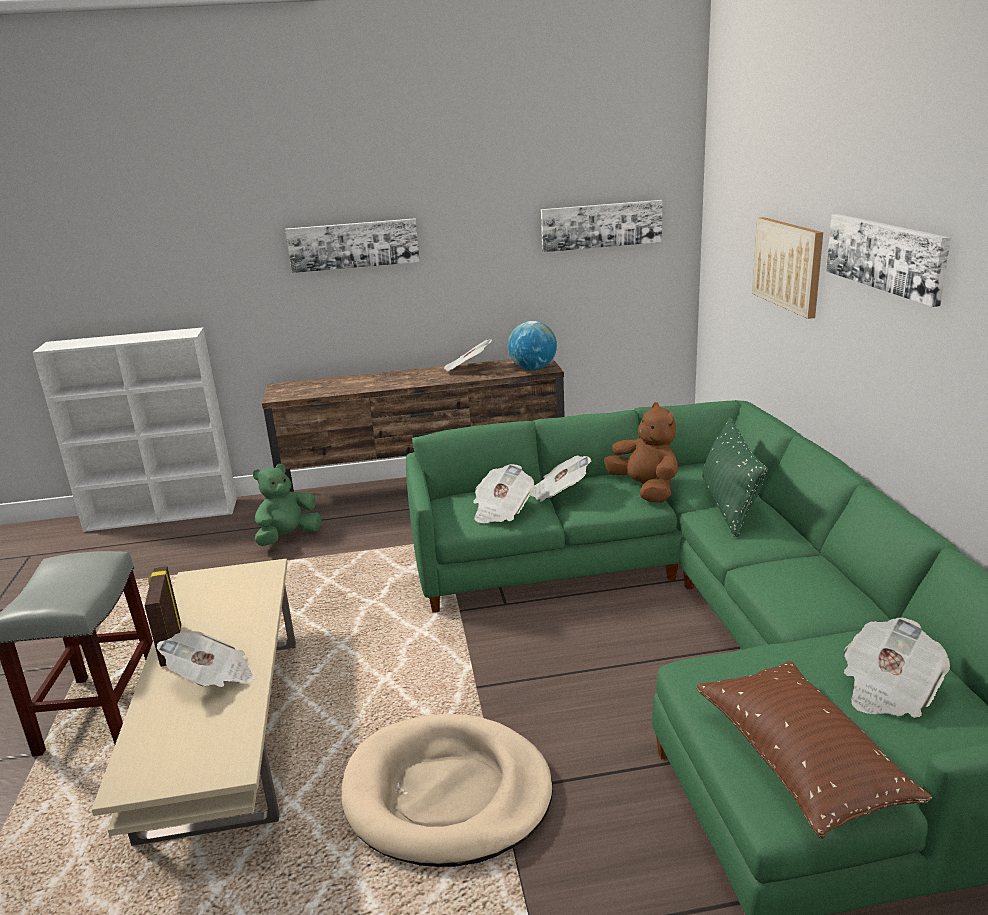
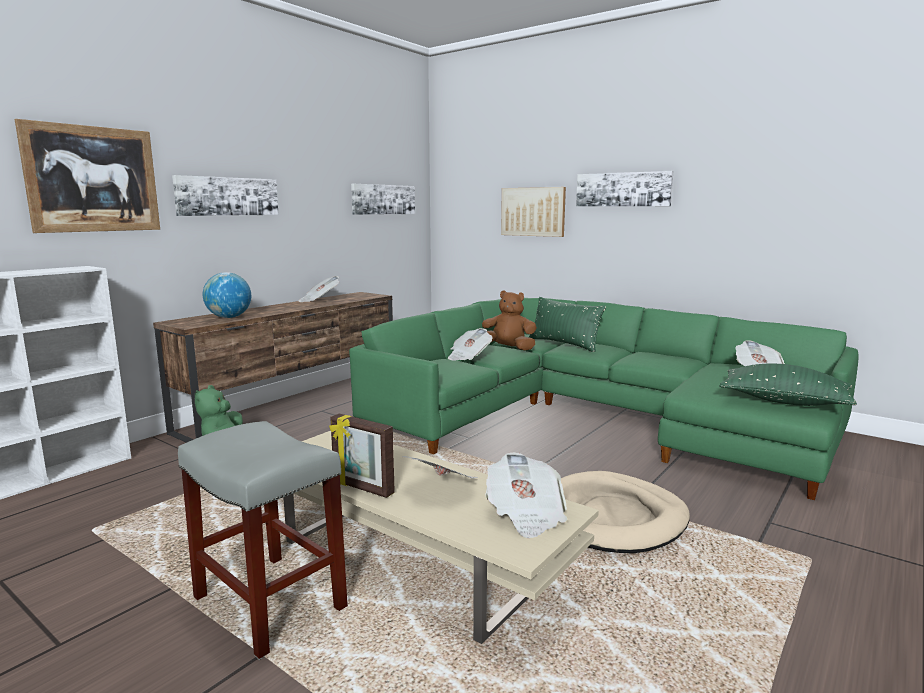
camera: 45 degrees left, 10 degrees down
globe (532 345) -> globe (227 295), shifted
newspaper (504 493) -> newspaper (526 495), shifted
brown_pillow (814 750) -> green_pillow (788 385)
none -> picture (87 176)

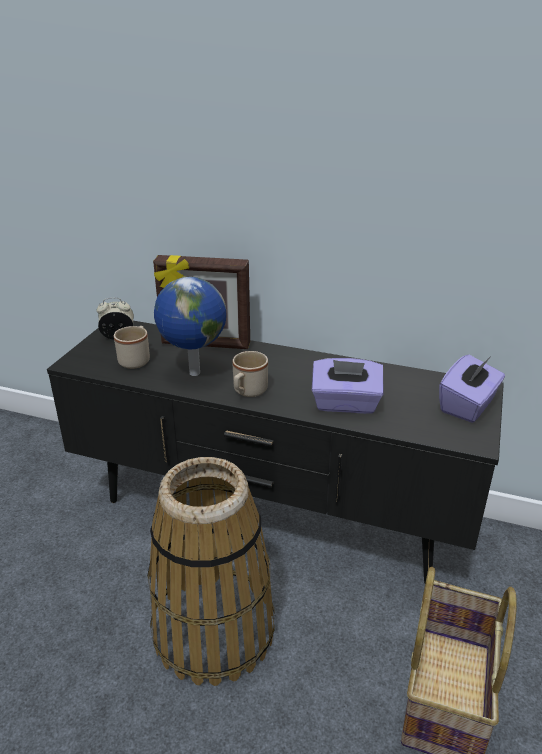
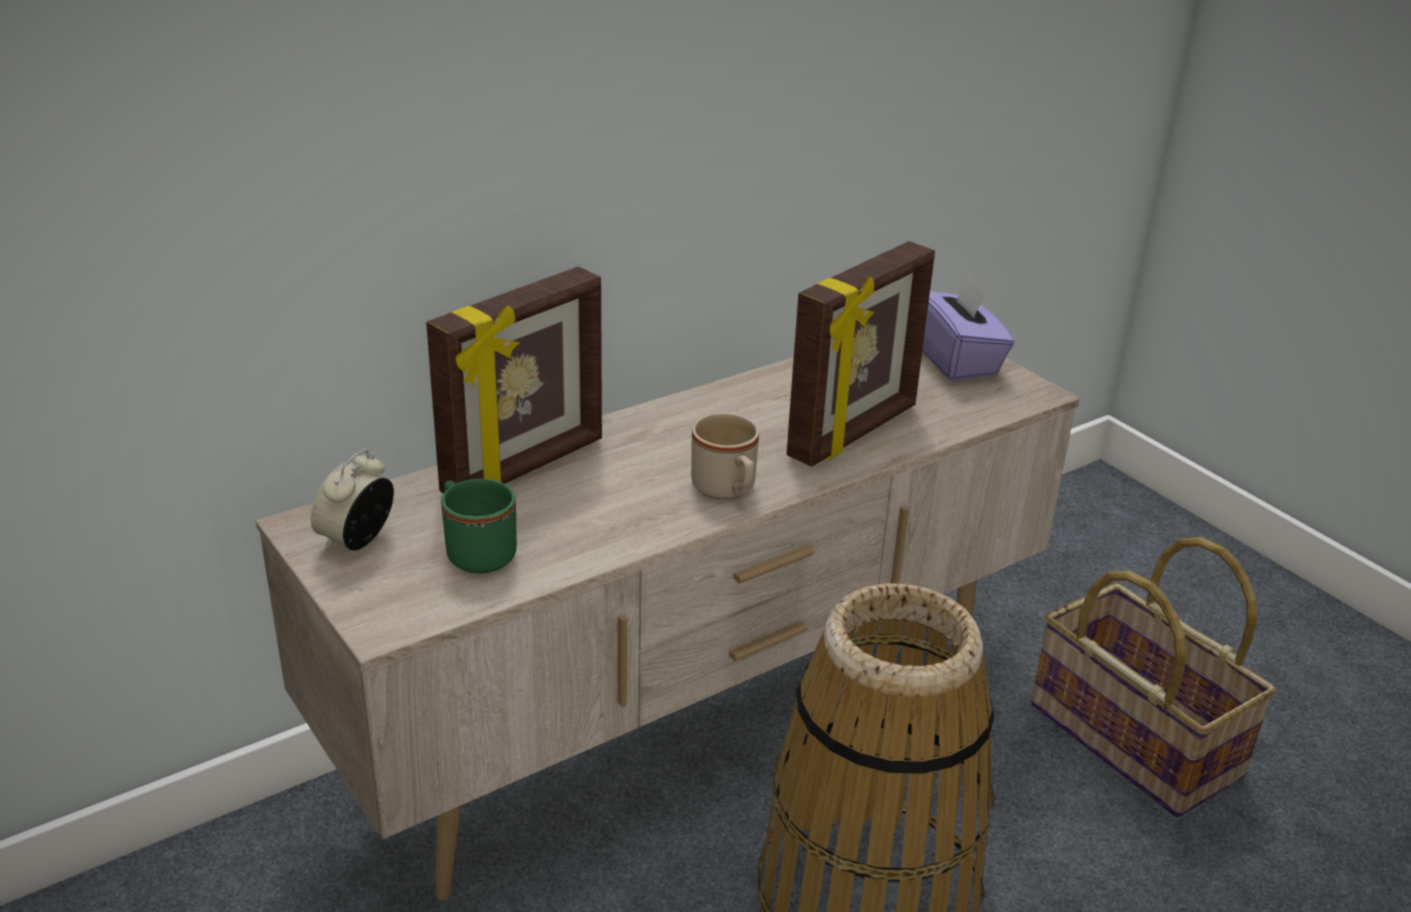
camera: 55 degrees left, 0 degrees up
globe (190 326) -> none
black_tv_stand (275 452) -> beige_tv_stand (668 626)
beige_mug (132 347) -> green_mug (479 526)
purple_tissue_box (348 386) -> picture_frame (860 354)

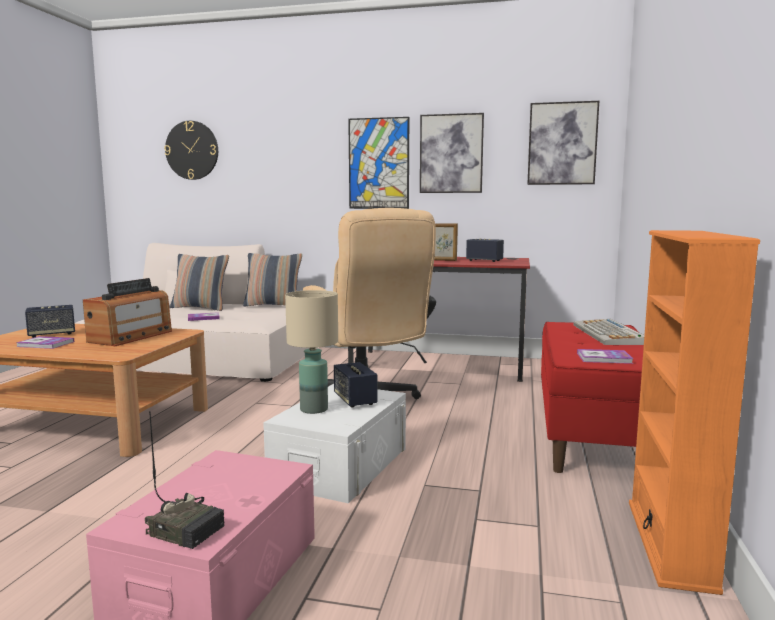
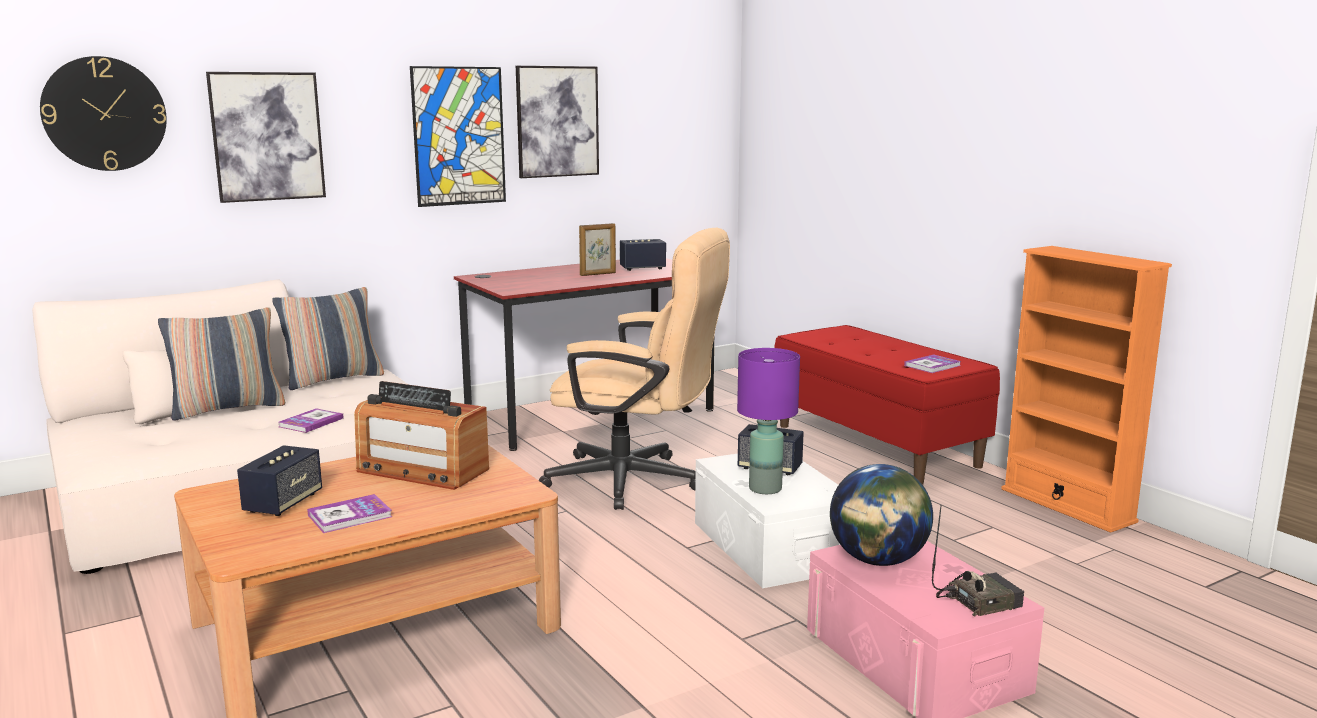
camera: 45 degrees left, 5 degrees up
picture (563 143) -> picture (266 137), shifted
radio (127 312) -> radio (421 435), 135 degrees clockwise
beige_table_lamp (311 352) -> purple_table_lamp (768 421)
keyboard (609 332) -> none
none -> globe (881 515)

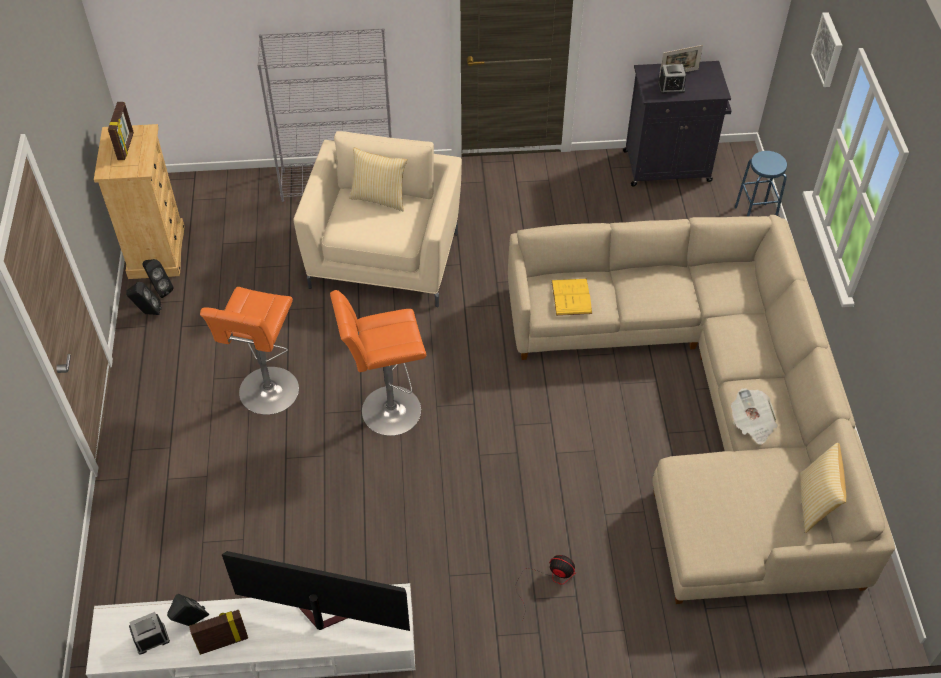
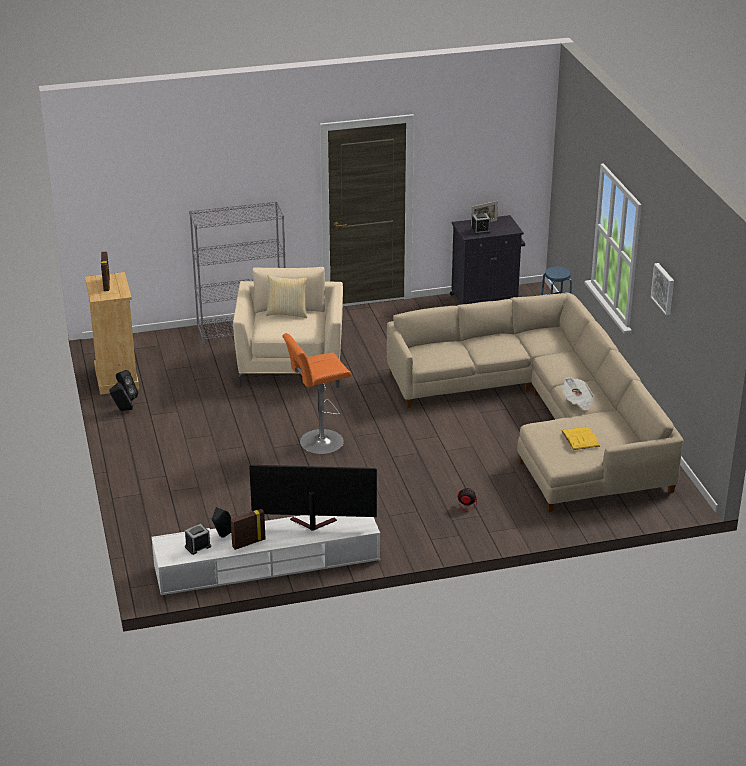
camera: 10 degrees left, 20 degrees down
picture (826 49) -> picture (662 289), shifted
yellow_book (571 297) -> yellow_book (581 438), shifted
orange_stool (249 351) -> none
pillow (823 488) -> none

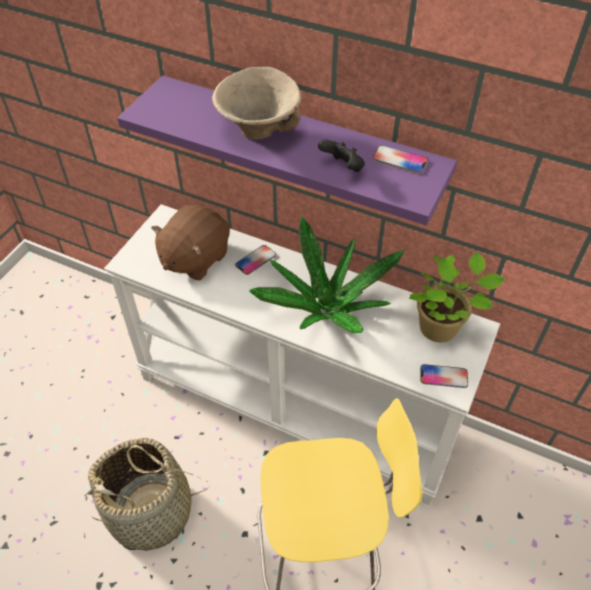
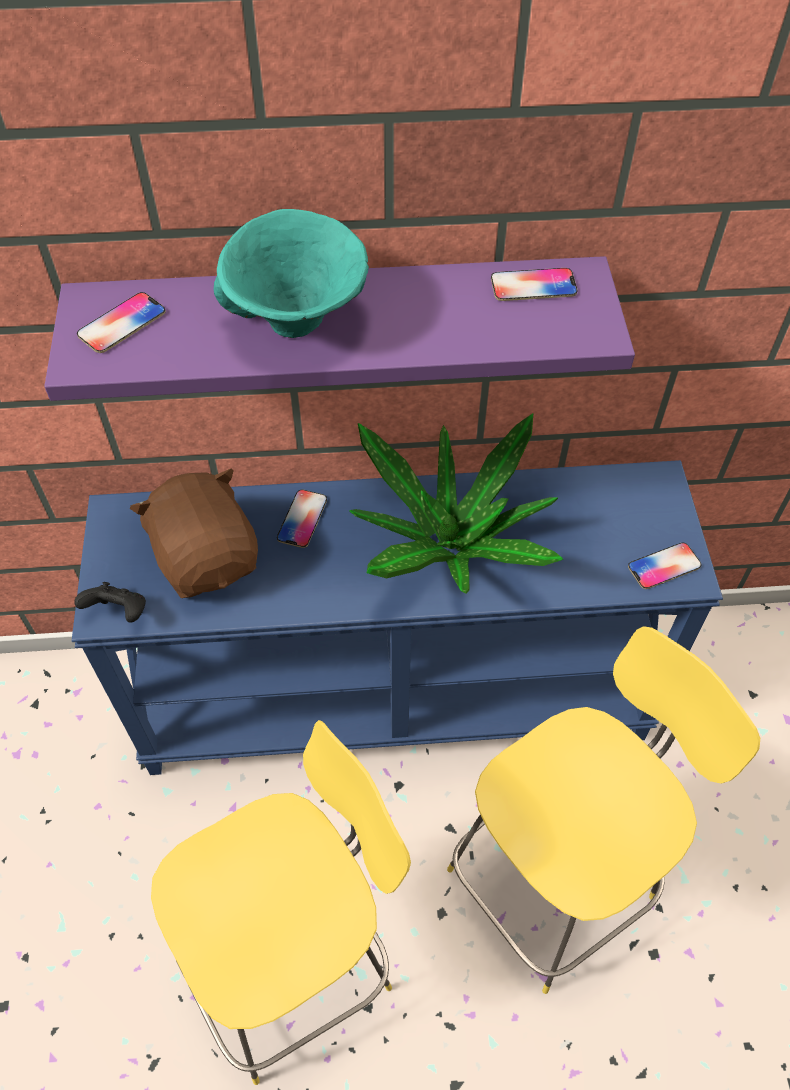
camera: 30 degrees left, 5 degrees up
beige_bowl (257 103) -> turquoise_bowl (291 273)
black_game_controller (341 156) -> black_game_controller (110 602), shifted
white_console_table (302 354) -> blue_console_table (397 617)
brown_plush_toy (190 242) -> brown_plush_toy (194 533), 150 degrees clockwise
potted_plant (457 297) -> none
basket (147 494) -> yellow_stool (281 902)
none -> phone (121 322)

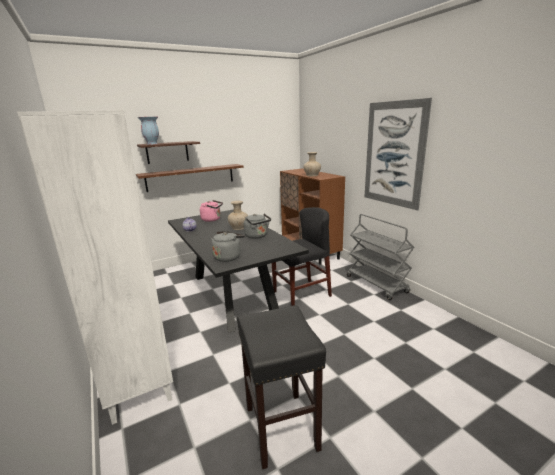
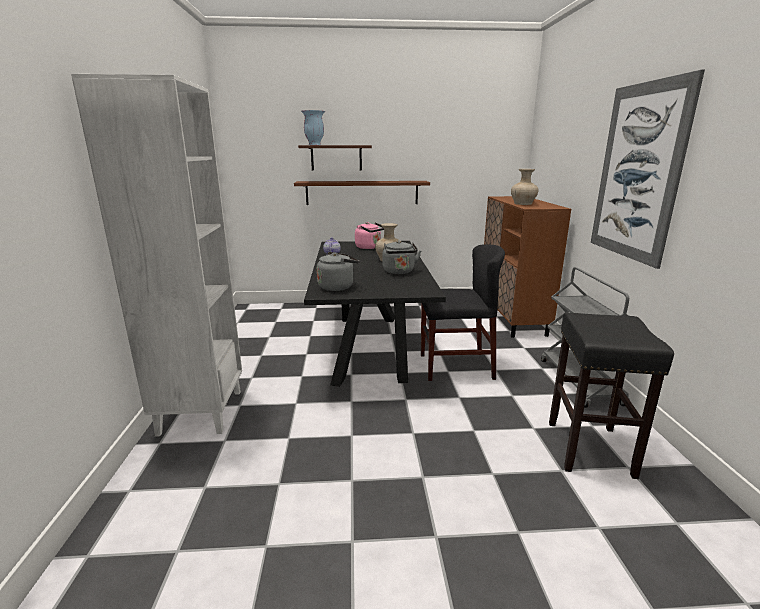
camera: 25 degrees right, 0 degrees up
black_stool (281 387) -> black_stool (611 396), shifted

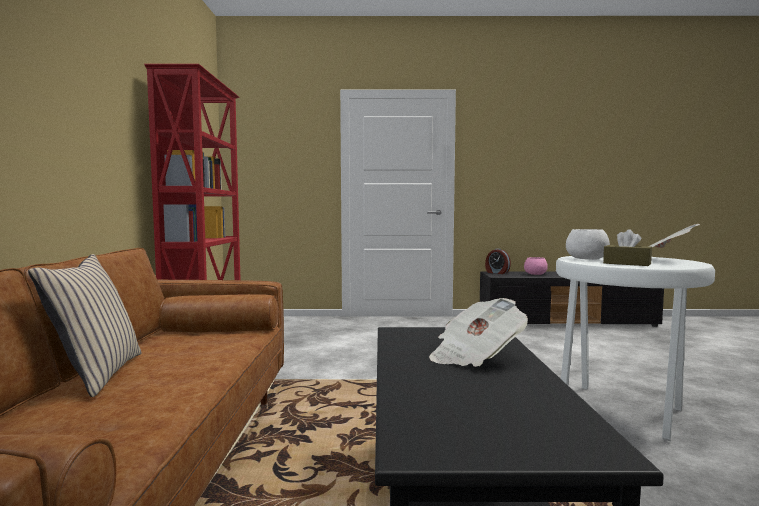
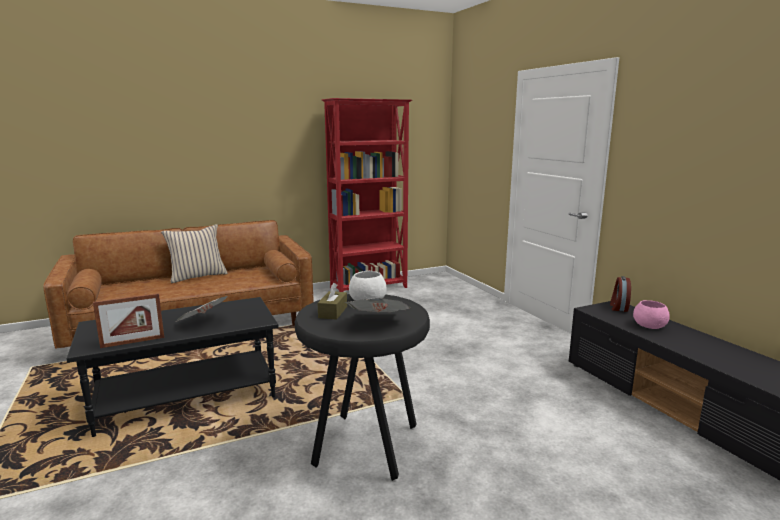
camera: 65 degrees right, 10 degrees up
white_stool (635 348) -> black_stool (362 387)
none -> picture_frame (128 320)

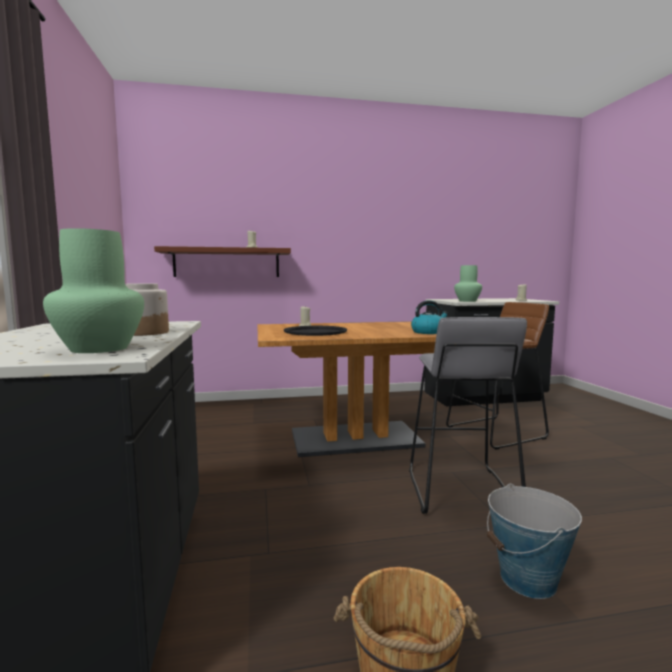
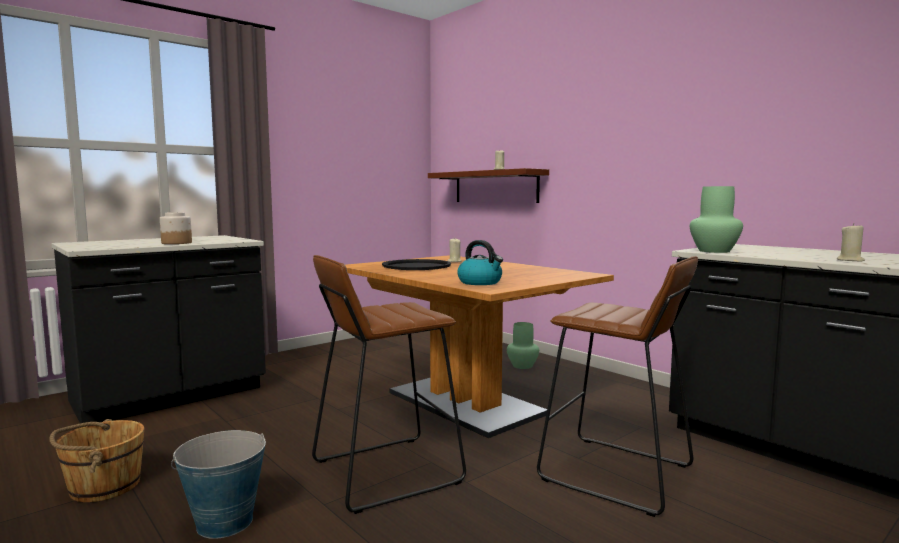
camera: 60 degrees right, 0 degrees up
green_vase (93 290) -> green_vase (523 345), shifted
grey_stool (468 415) -> brown_stool (389 384)

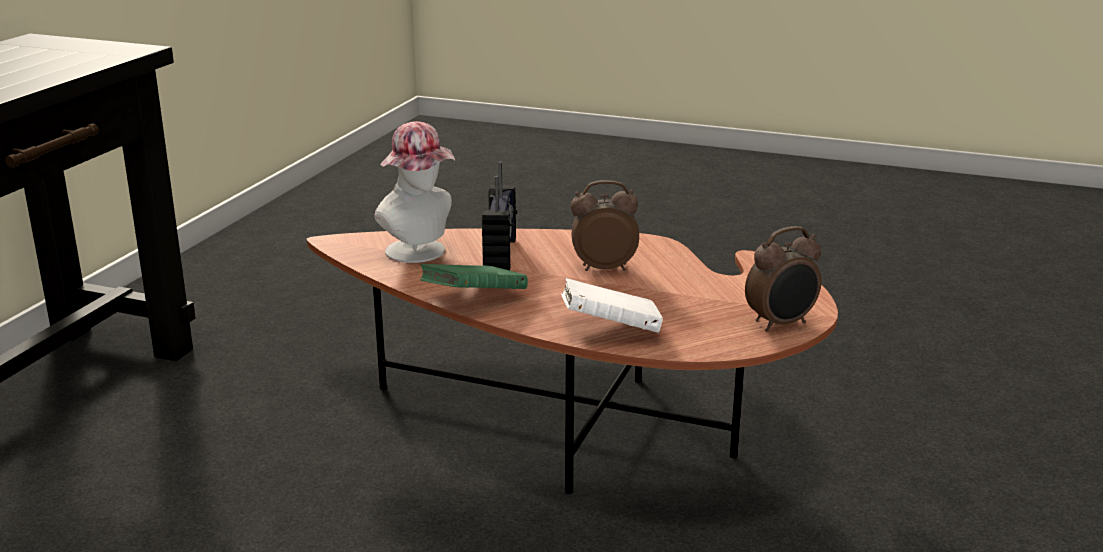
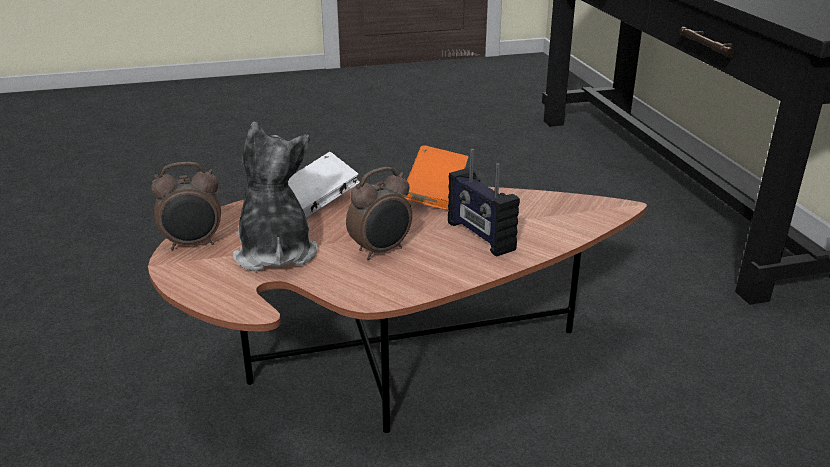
camera: 145 degrees right, 5 degrees up
hat (414 192) -> none
alarm_clock (783 279) -> alarm_clock (186 206), 135 degrees counterclockwise
green_book (474 276) -> orange_book (435 177)
none -> plush_toy (275 196)

